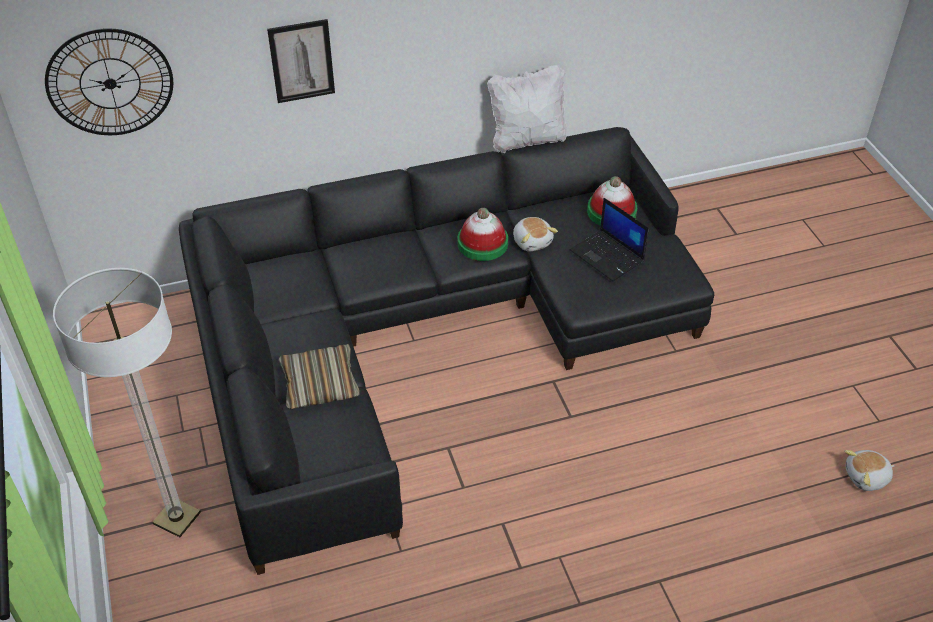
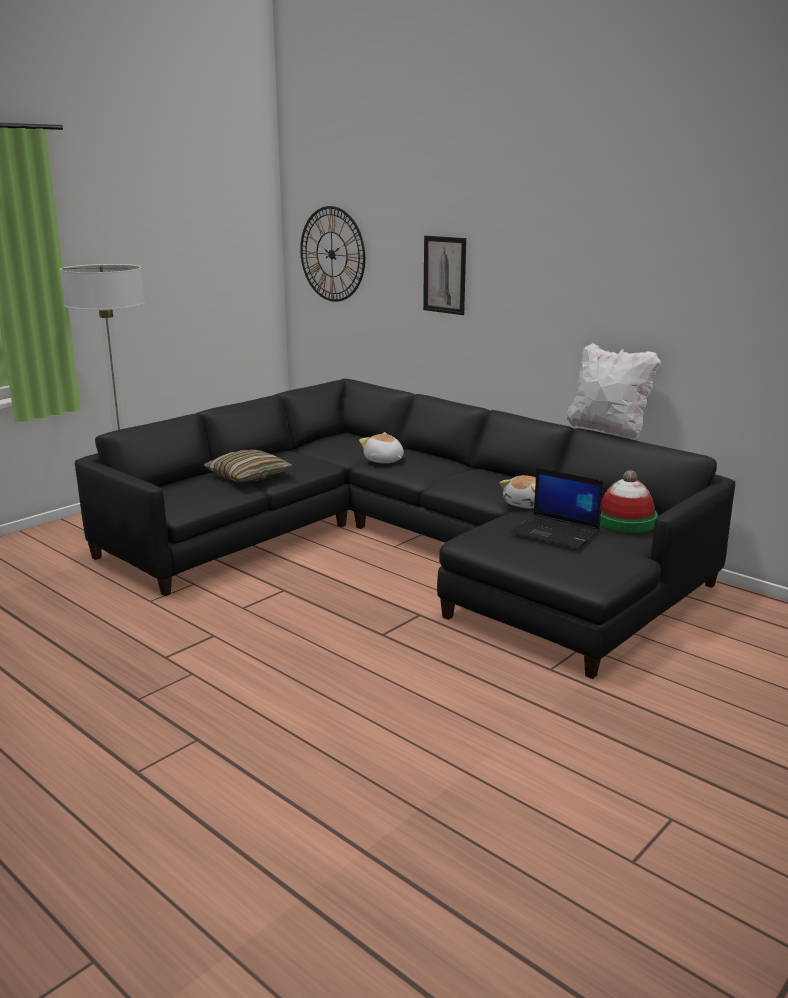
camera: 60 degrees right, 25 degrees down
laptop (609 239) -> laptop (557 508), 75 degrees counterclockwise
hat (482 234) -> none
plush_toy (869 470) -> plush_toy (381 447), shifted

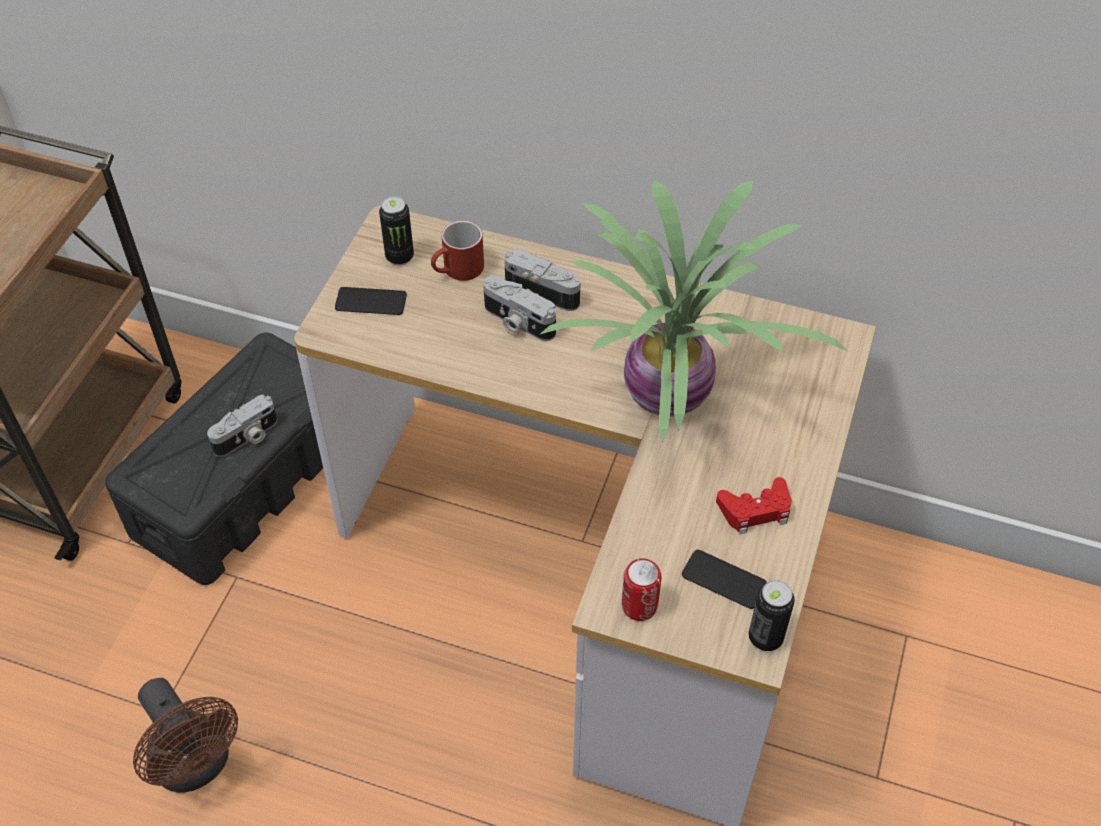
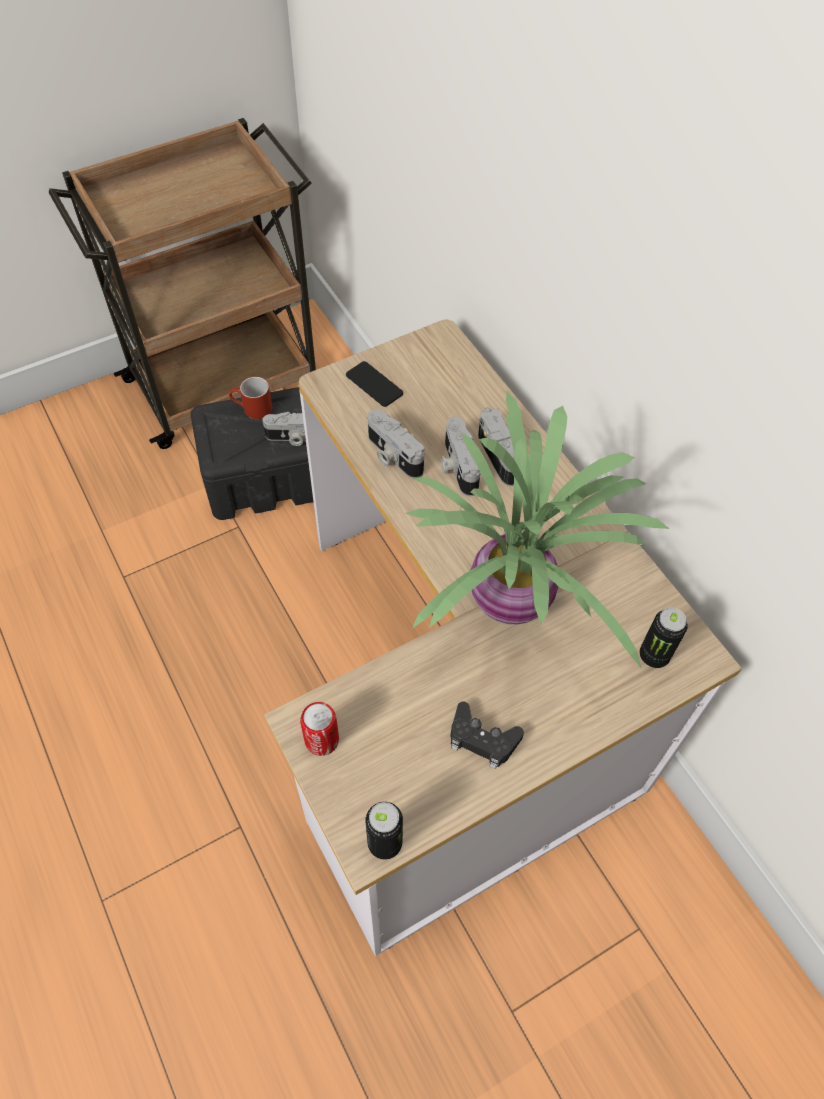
camera: 40 degrees right, 5 degrees up
can (396 230) -> can (663 638), shifted
red_mug (457 250) -> red_mug (250 398), shifted
red_game_controller (753 505) -> black_game_controller (487 735)
phone (724 579) -> none
brown_fan (185 735) -> none
none -> photo_camera (396 444)

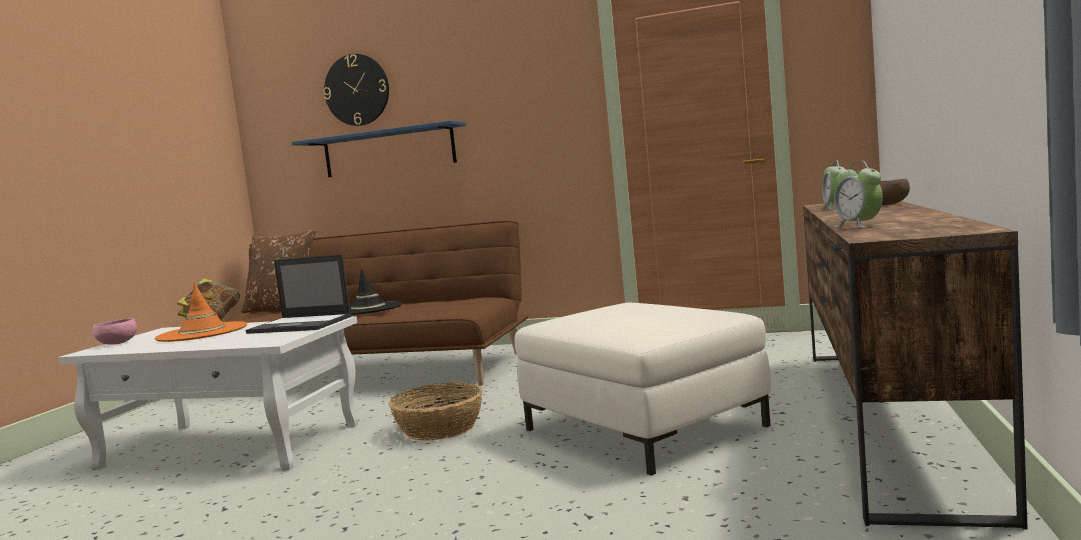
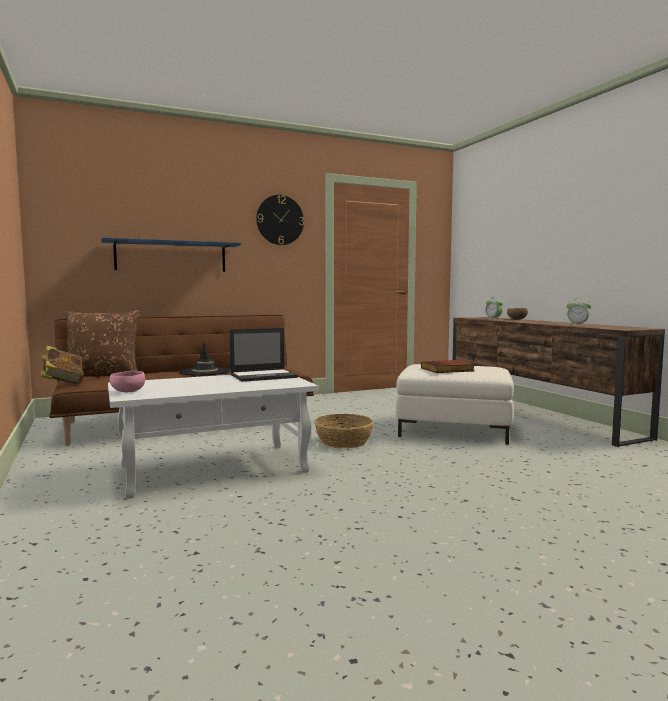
camera: 40 degrees left, 0 degrees up
wall_clock (356 90) -> wall_clock (280 220), shifted
orange_hat (201 312) -> none
none -> book (448 366)

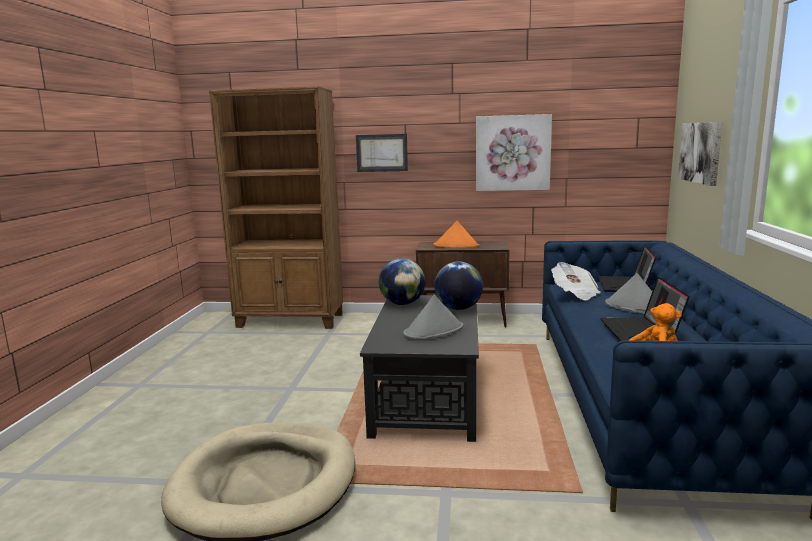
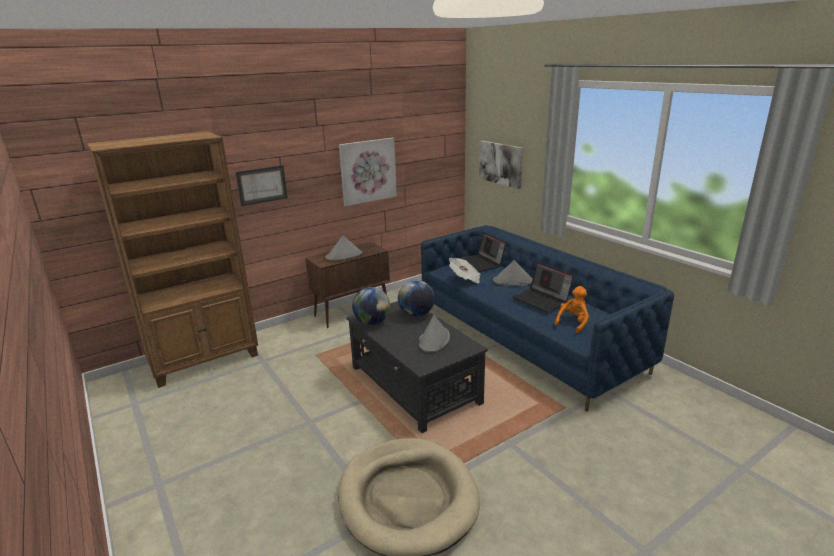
camera: 40 degrees left, 10 degrees up
orange_hat (456 234) -> grey_hat (344 248)

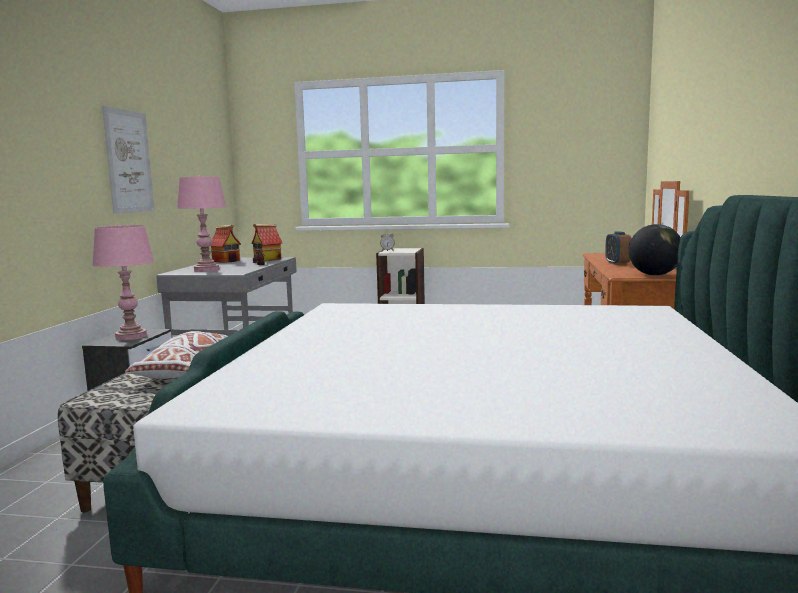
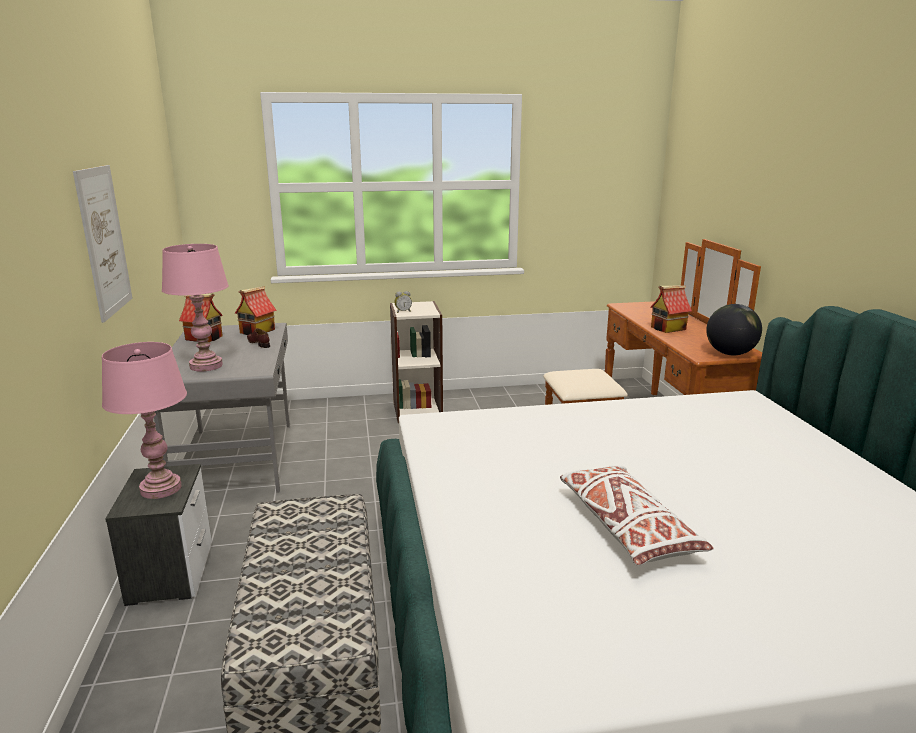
camera: 20 degrees left, 10 degrees up
alarm_clock (618 248) -> toy_house (671 309)
white_pillow (176 355) -> white_pillow (637 515), shifted

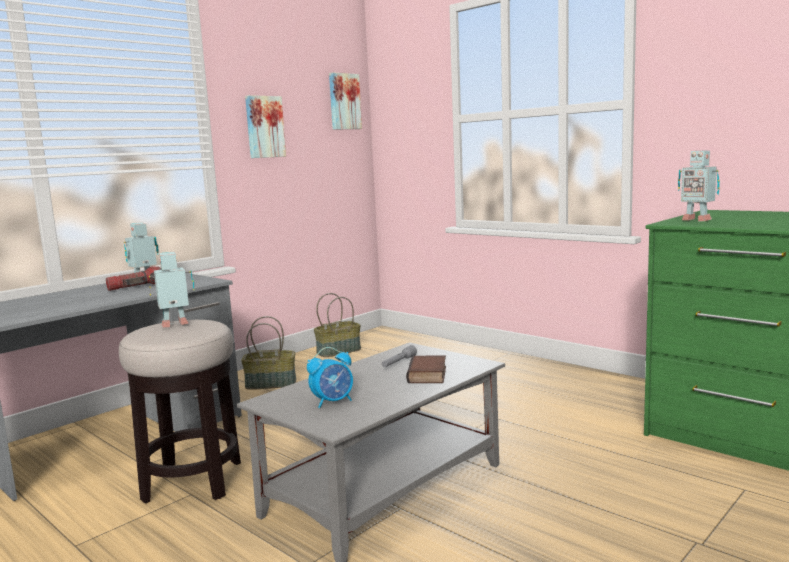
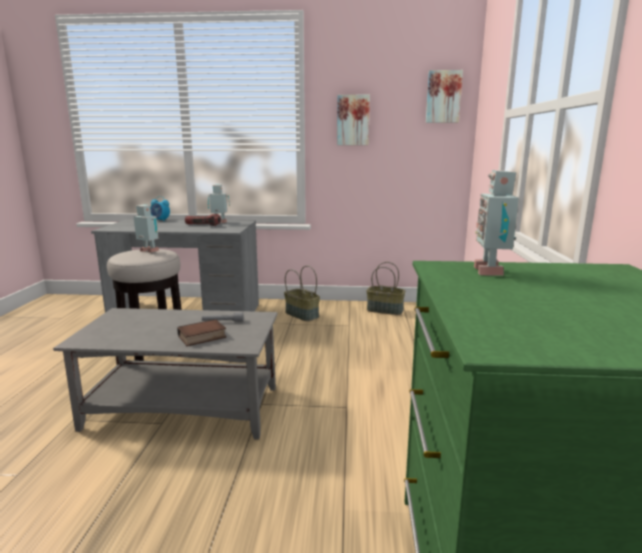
camera: 50 degrees right, 5 degrees up
alarm_clock (330 377) -> alarm_clock (160 209), shifted

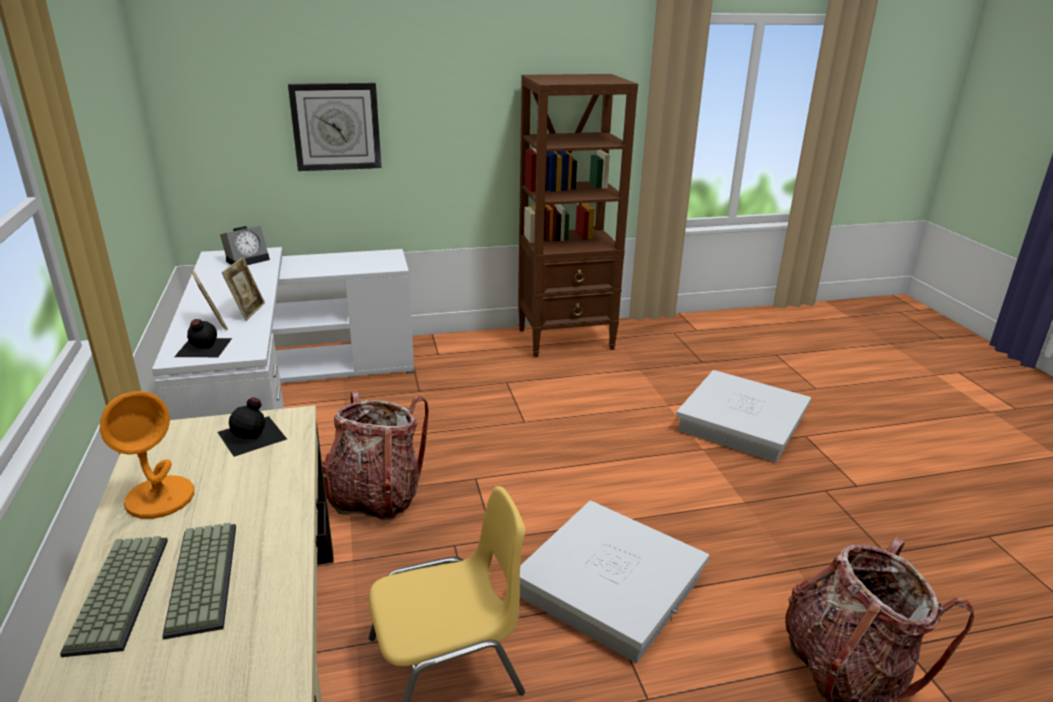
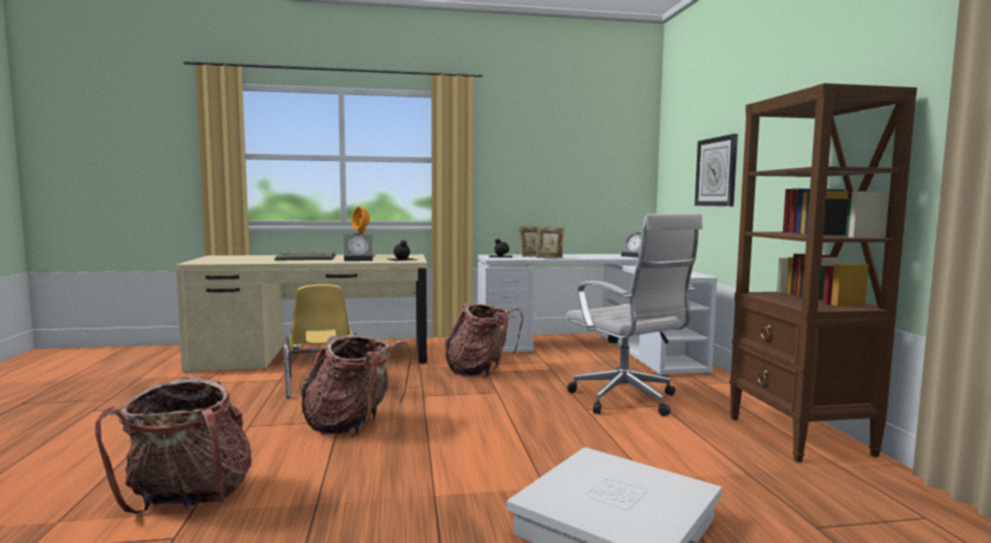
camera: 95 degrees right, 20 degrees down
white_storage_box (614 582) -> backpack (356 386)
none -> white_office_chair (634 314)
none -> alarm_clock (358 247)

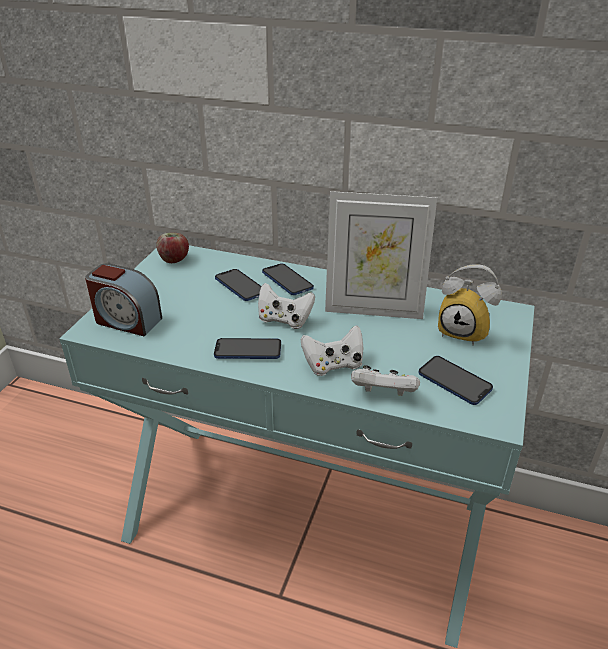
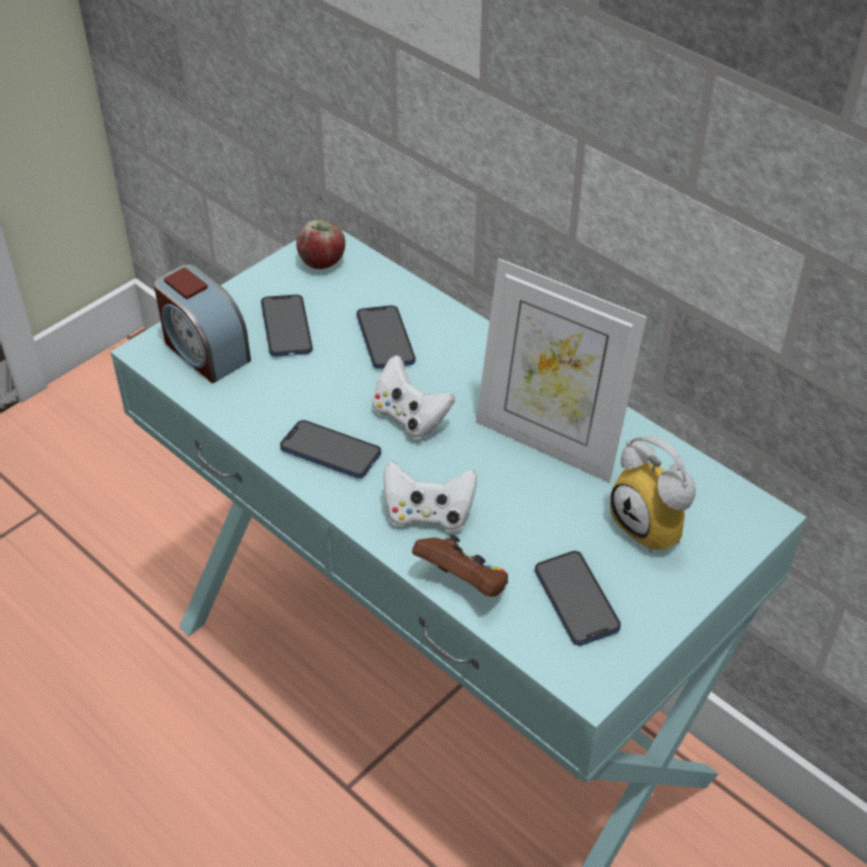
camera: 25 degrees right, 10 degrees up
phone (288 279) -> phone (287 325), shifted
white_game_controller (385 380) -> brown_game_controller (460 565)

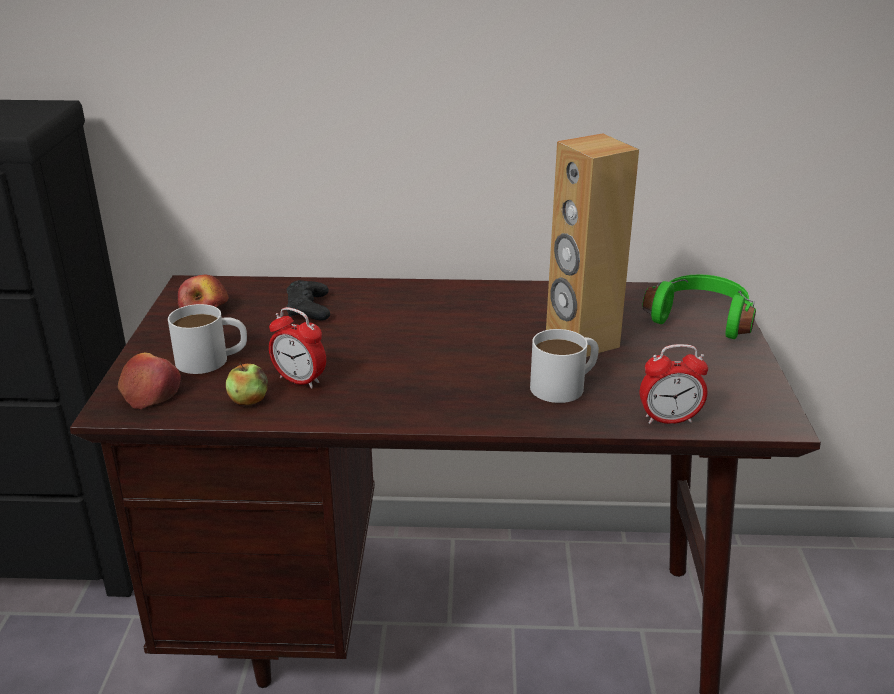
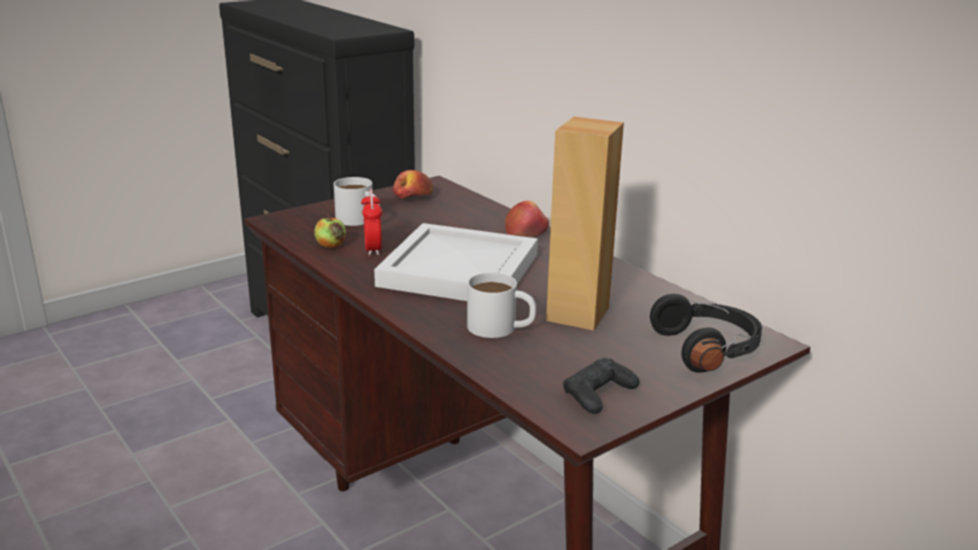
camera: 50 degrees right, 5 degrees down
green_headphones (699 306) -> black_headphones (706 333)
black_game_controller (308 300) -> black_game_controller (601 386), shifted
alarm_clock (674 384) -> none
apple (149 381) -> apple (527 219), shifted
none -> white_tray (456 262)

